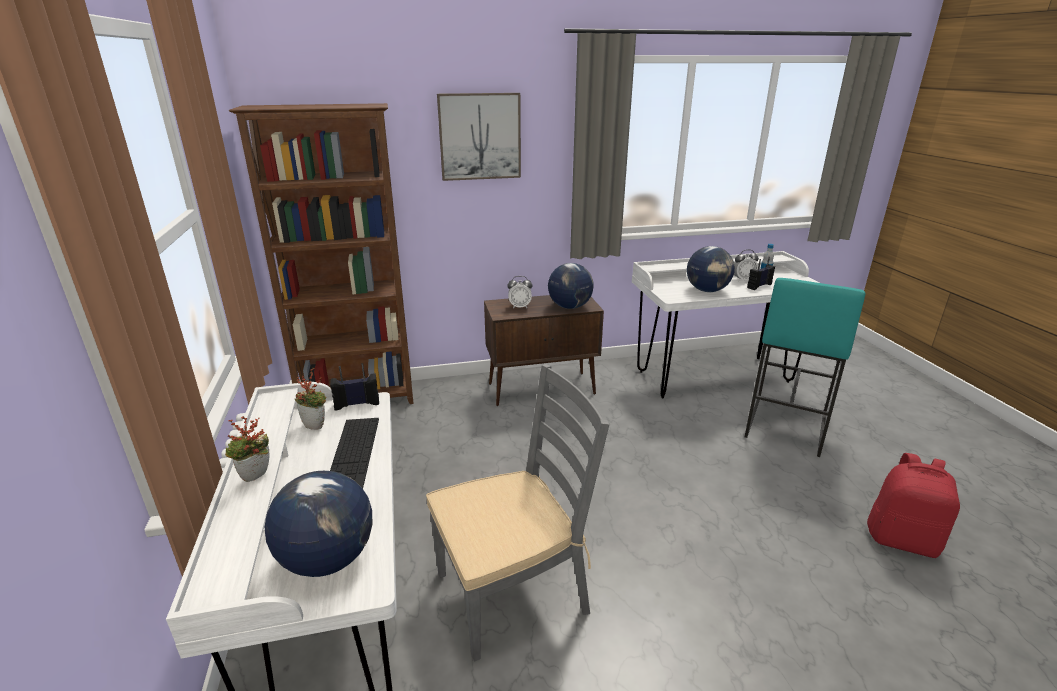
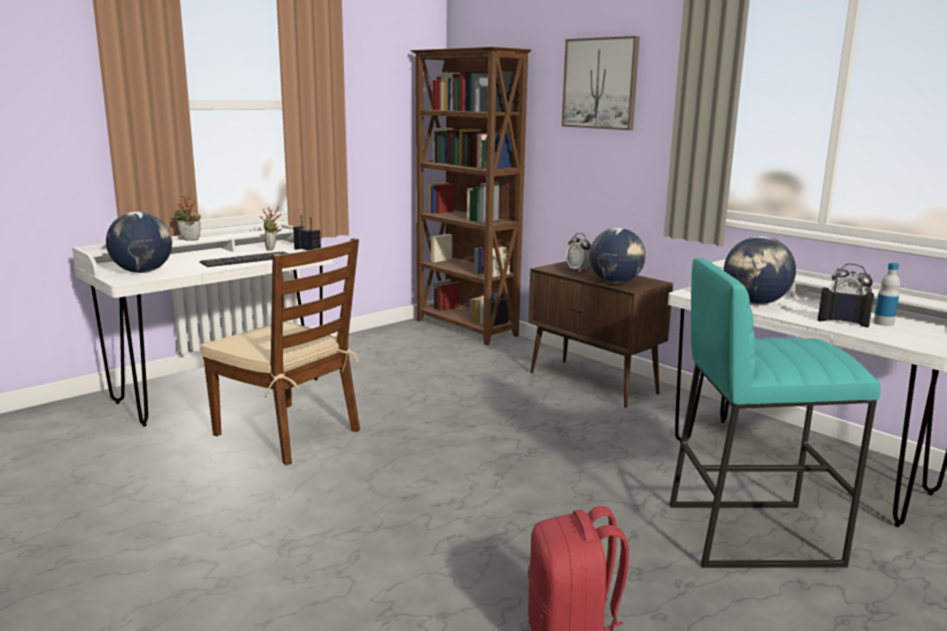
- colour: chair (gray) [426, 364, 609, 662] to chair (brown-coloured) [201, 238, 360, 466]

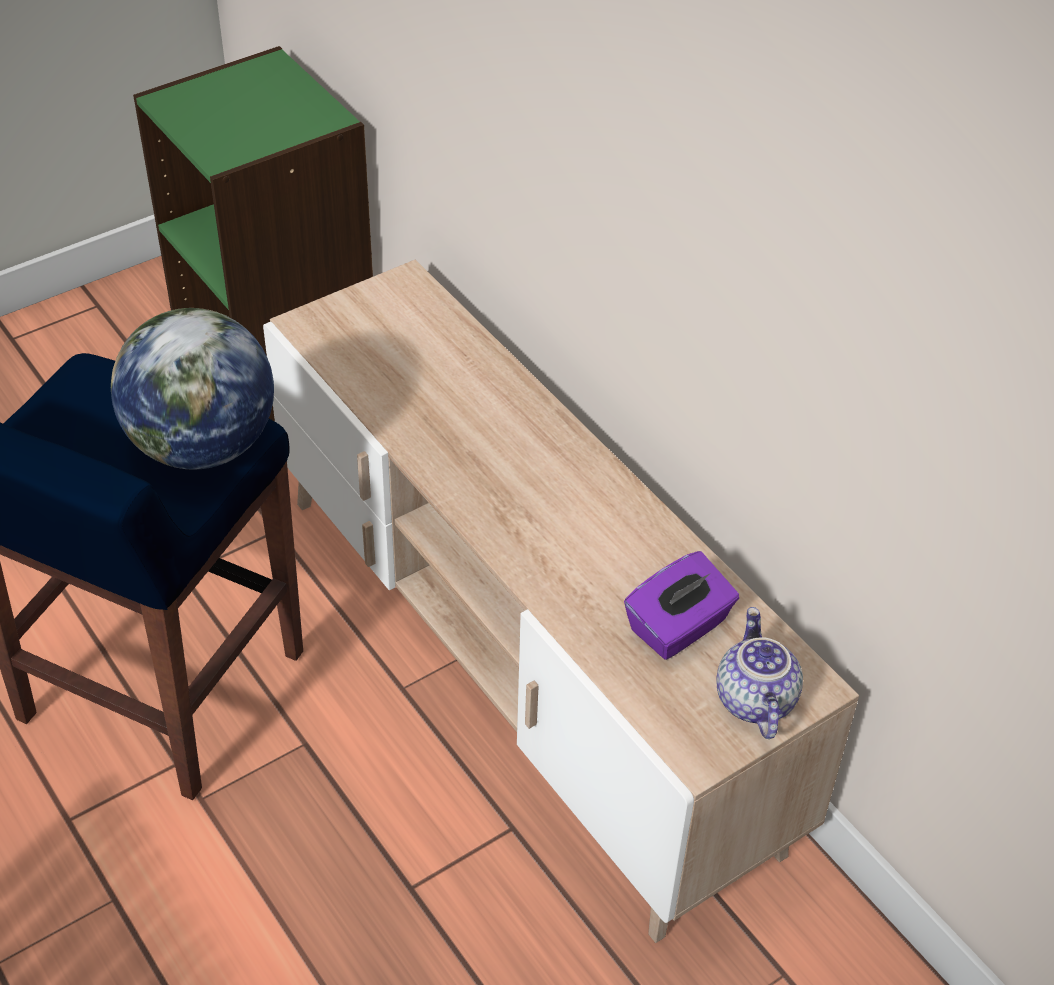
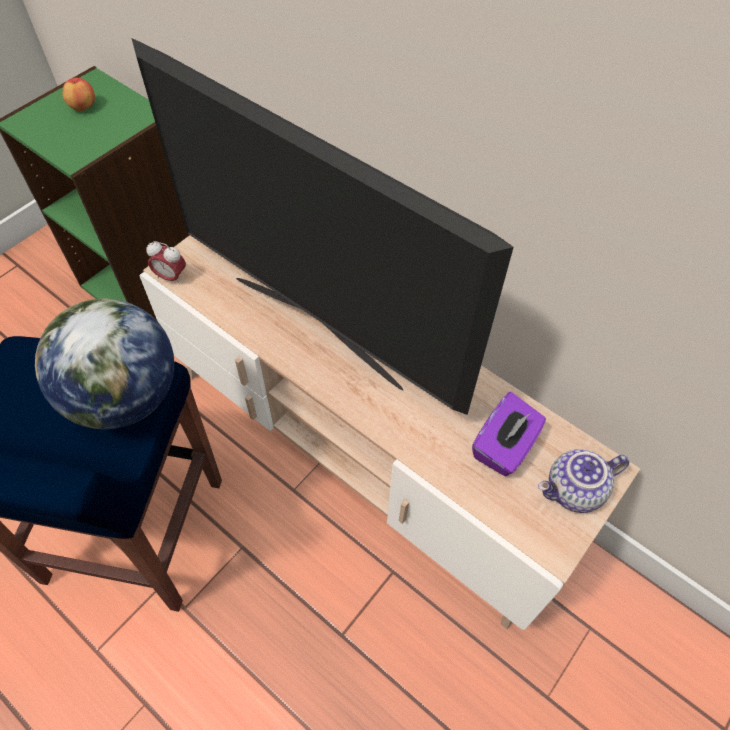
- appeared: apple [63, 78, 95, 111]
- appeared: television [132, 38, 514, 415]
- appeared: table clock [146, 241, 186, 285]
- spun: tea pot [716, 607, 803, 739] = [538, 449, 629, 513] 90 degrees counterclockwise

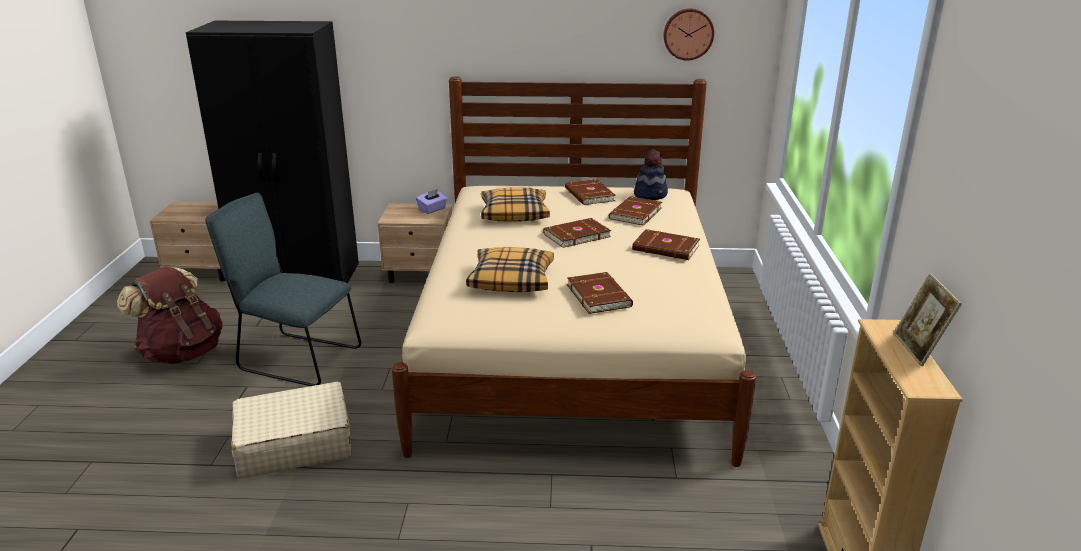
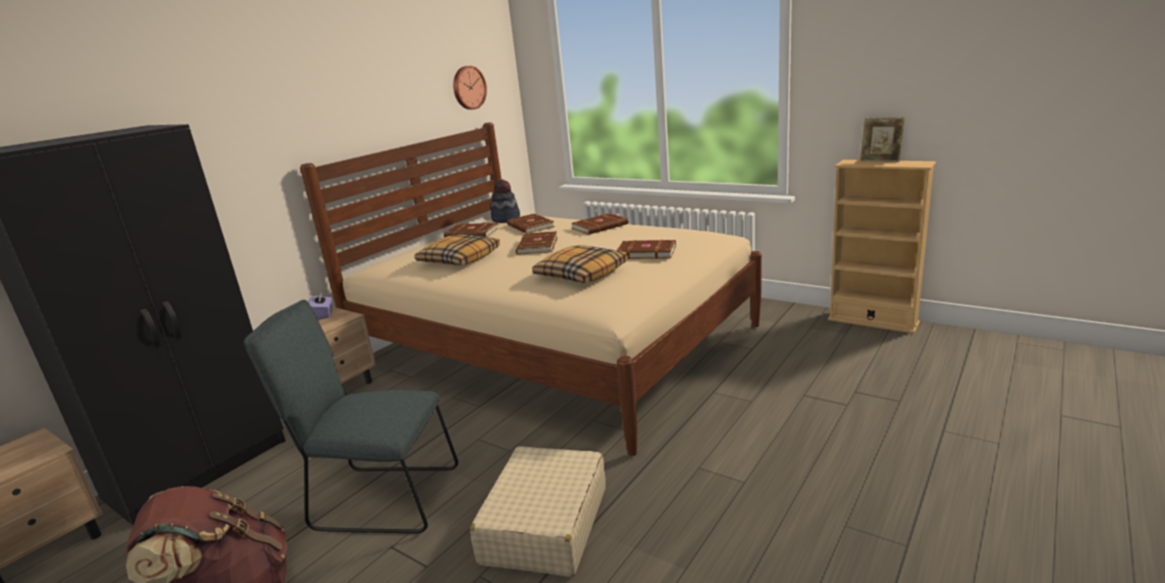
- spun: chair (gray) [205, 193, 361, 386] = [244, 300, 458, 533] 45 degrees clockwise

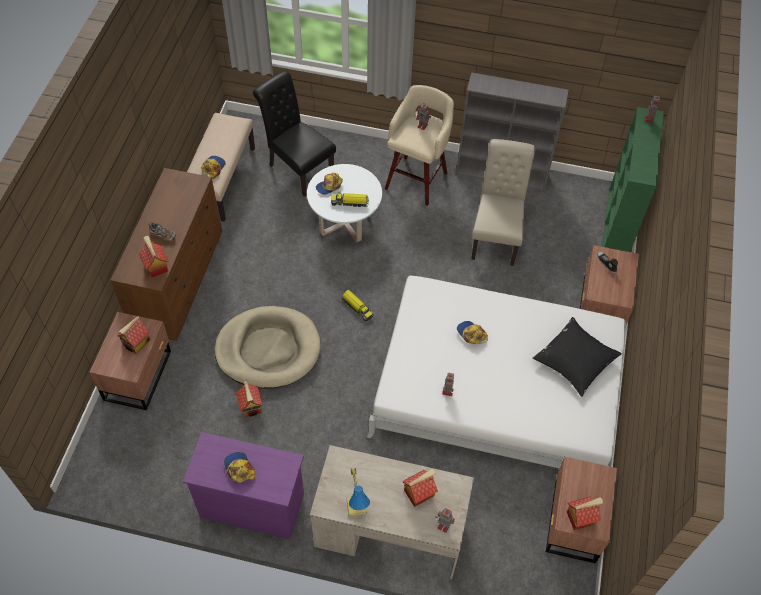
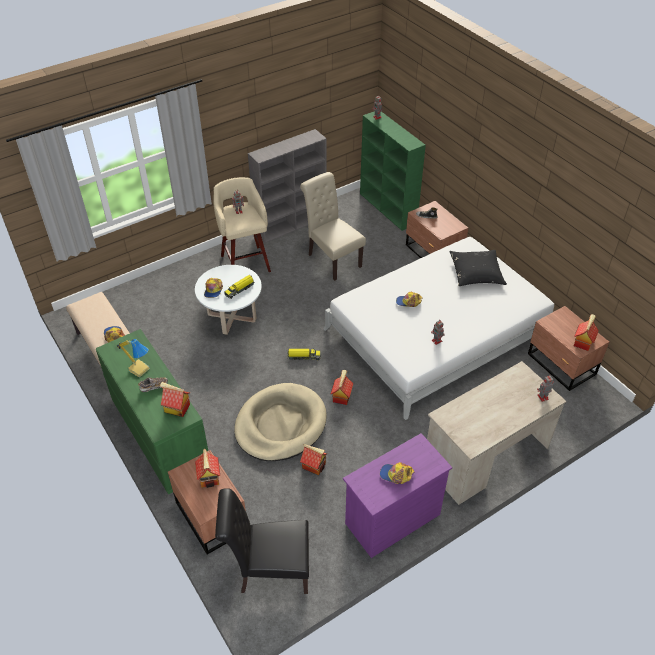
- colour: drawer chest (brown-coloured) [111, 168, 222, 341] to drawer chest (green-coloured) [96, 329, 208, 495]
- relocated: tabletop lamp [346, 468, 370, 517] to [117, 339, 150, 378]
- relocated: chair (black-coloured) [253, 71, 336, 197] to [215, 488, 309, 594]
- relocated: toy house [402, 468, 438, 507] to [331, 370, 353, 405]

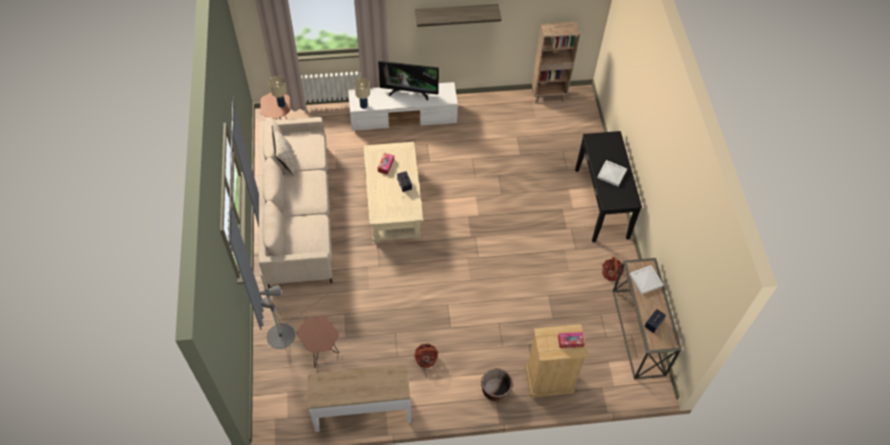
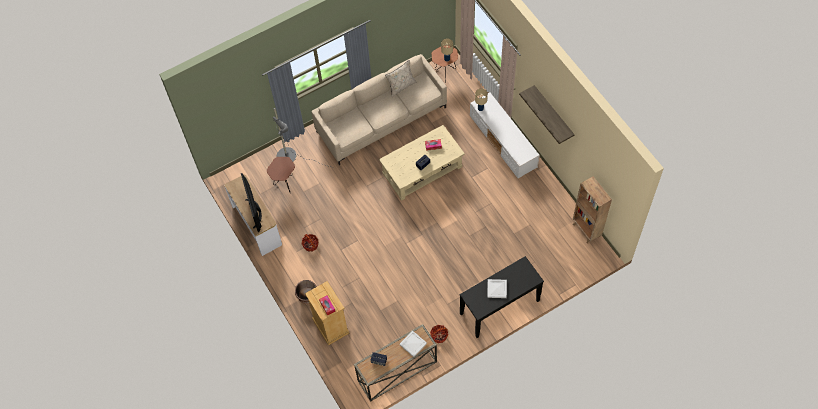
- relocated: television [378, 61, 439, 100] to [241, 173, 262, 232]

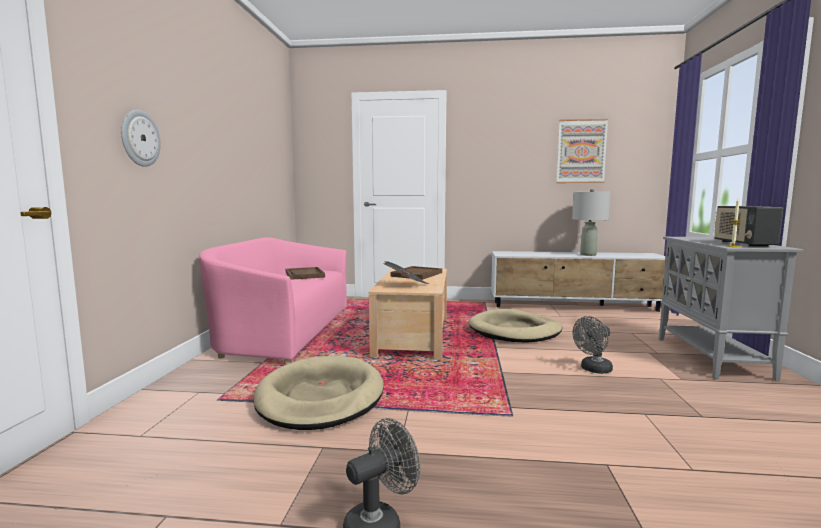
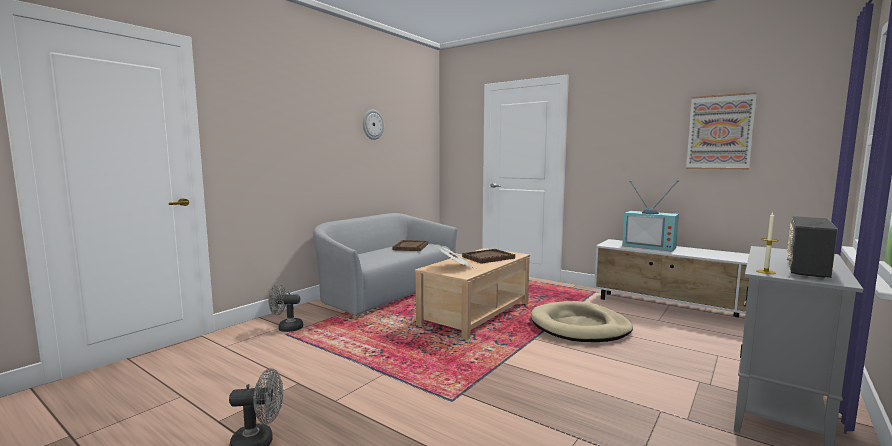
- relocated: cooling fan (gray) [572, 316, 613, 374] to [269, 284, 303, 332]
- colour: couch (pinkish) [199, 237, 347, 364] to couch (gray) [313, 213, 457, 318]
- relocated: hanging clock [121, 110, 161, 167] to [363, 110, 384, 140]
- appeared: television [622, 180, 679, 252]
- missing: pet bed (beige-coloured) [254, 356, 384, 430]
- missing: tabletop lamp (gray) [572, 189, 611, 256]

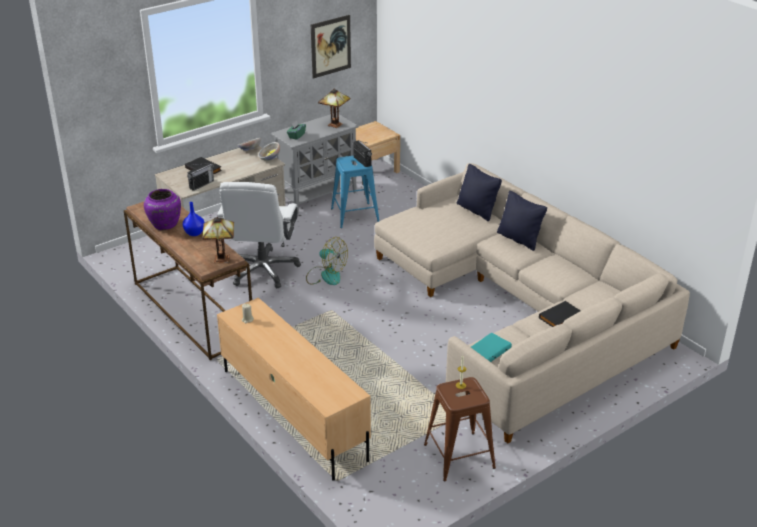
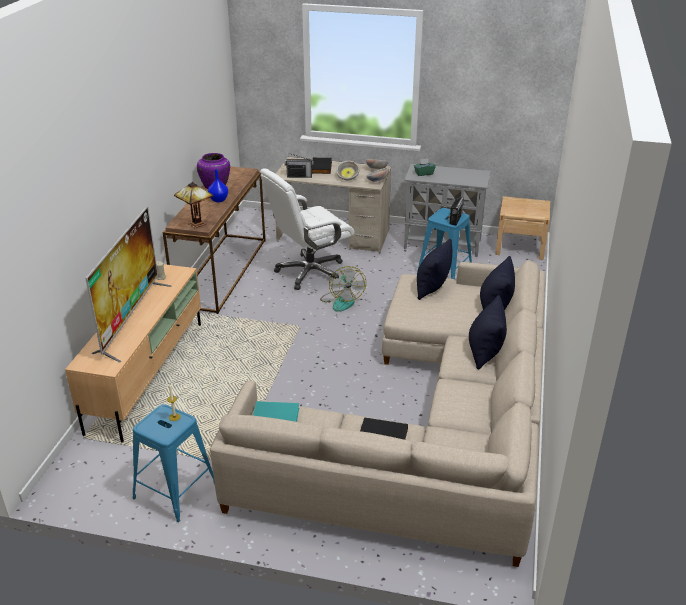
- appeared: television [85, 206, 172, 363]
- colour: stool (brown-coloured) [424, 377, 496, 482] to stool (bluish) [133, 404, 215, 522]
- appeared: deep dish [336, 161, 359, 180]
- appeared: throw pillow (black-coloured) [417, 239, 452, 300]
- missing: picture [311, 15, 351, 79]
- missing: tabletop lamp [318, 89, 351, 128]

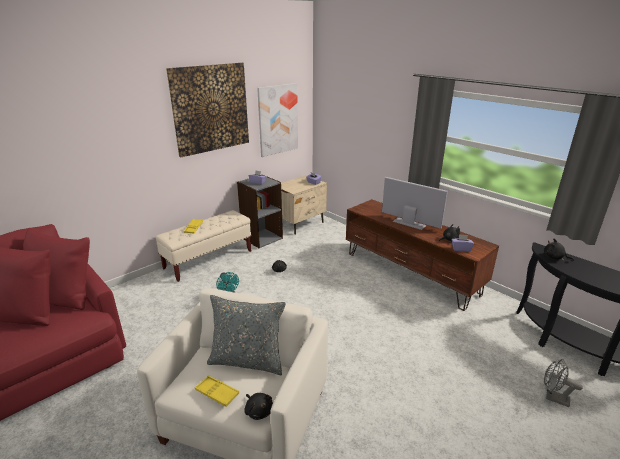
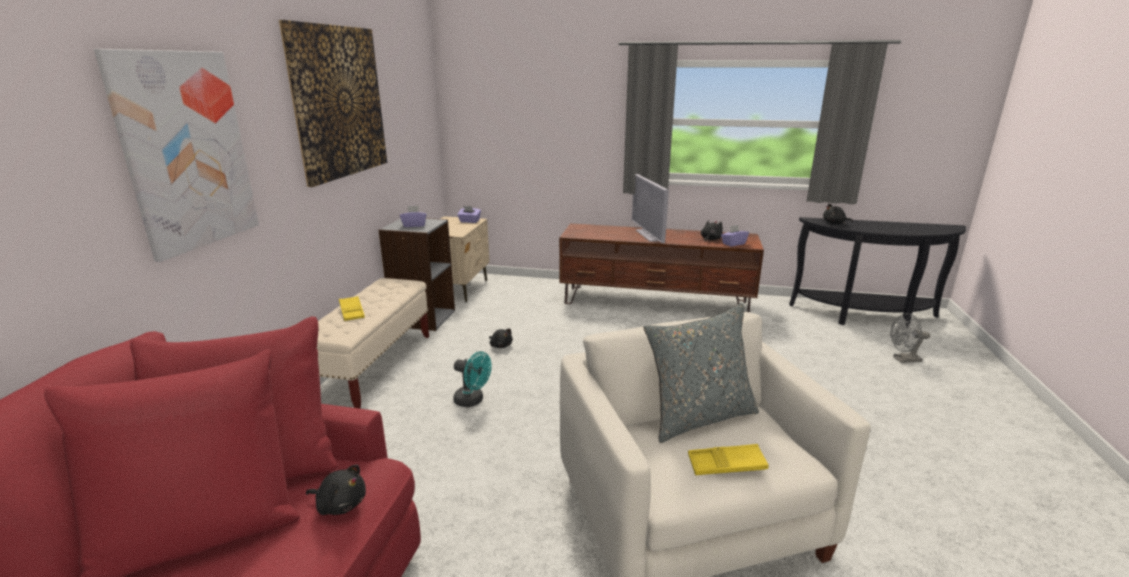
- relocated: picture [257, 83, 298, 157] to [94, 49, 259, 262]
- relocated: soft toy (black-coloured) [244, 393, 273, 420] to [306, 465, 366, 515]
- spun: television [382, 177, 448, 230] = [632, 174, 669, 243] 105 degrees counterclockwise

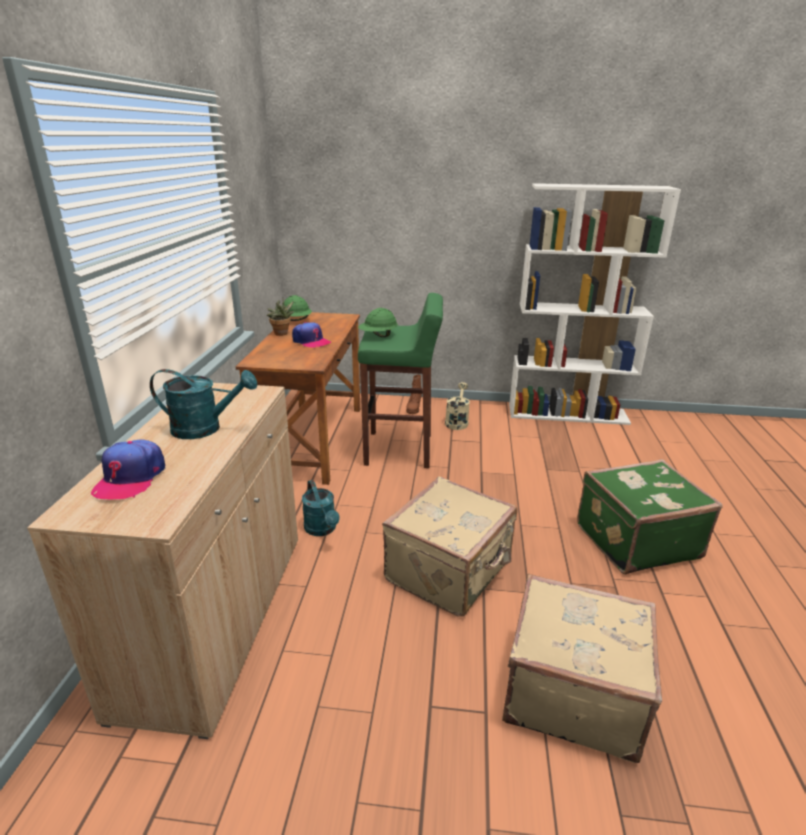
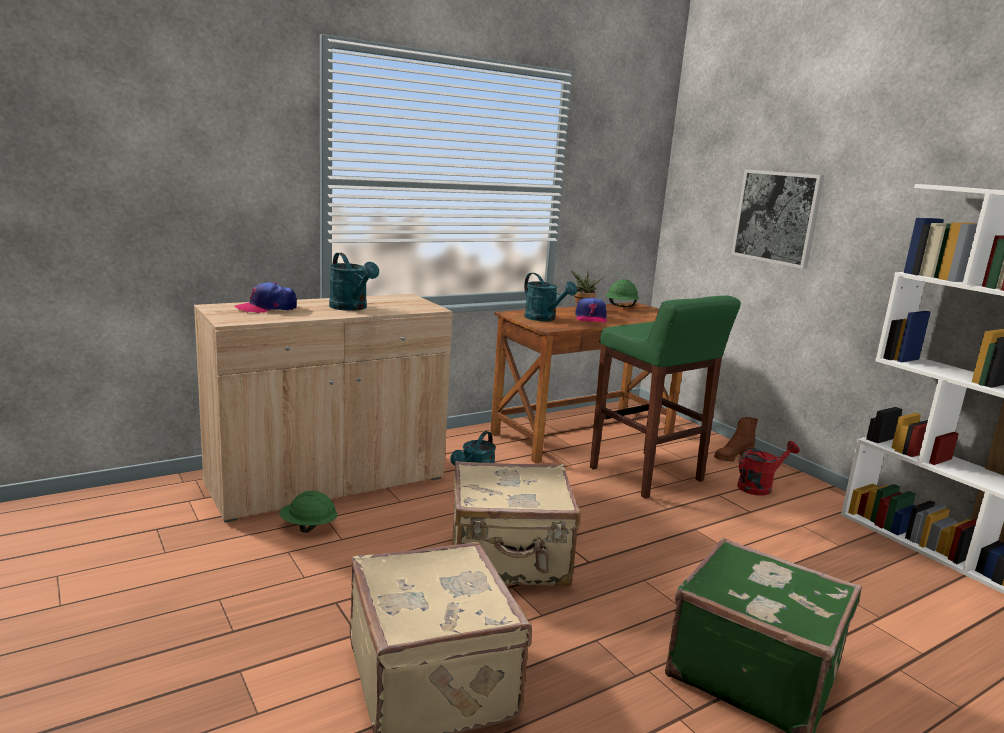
- relocated: work helmet (green-coloured) [358, 308, 398, 337] to [279, 491, 337, 533]
- appeared: watering can (blue-green) [524, 273, 577, 321]
- appeared: picture [731, 169, 825, 269]
- colour: watering can (beige-coloured) [445, 382, 470, 430] to watering can (red-coloured) [737, 441, 799, 496]

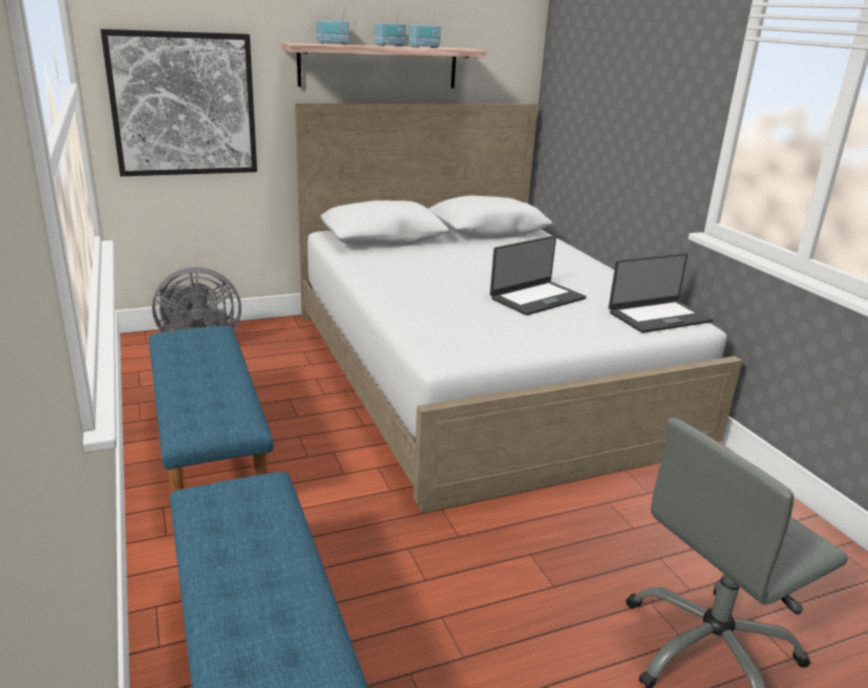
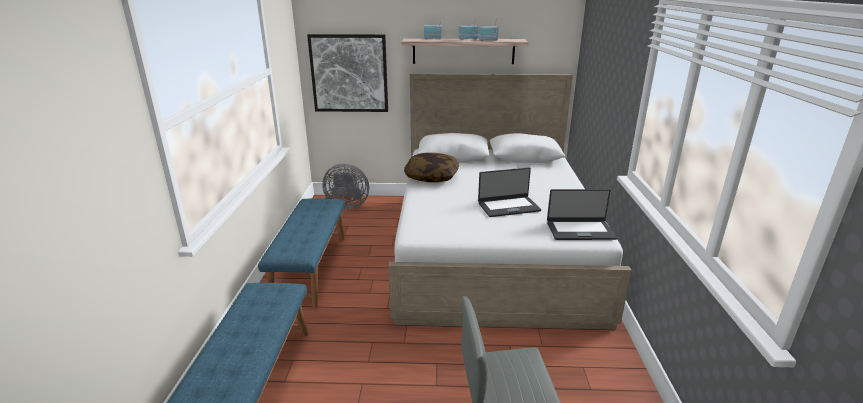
- appeared: throw pillow [404, 153, 459, 182]

